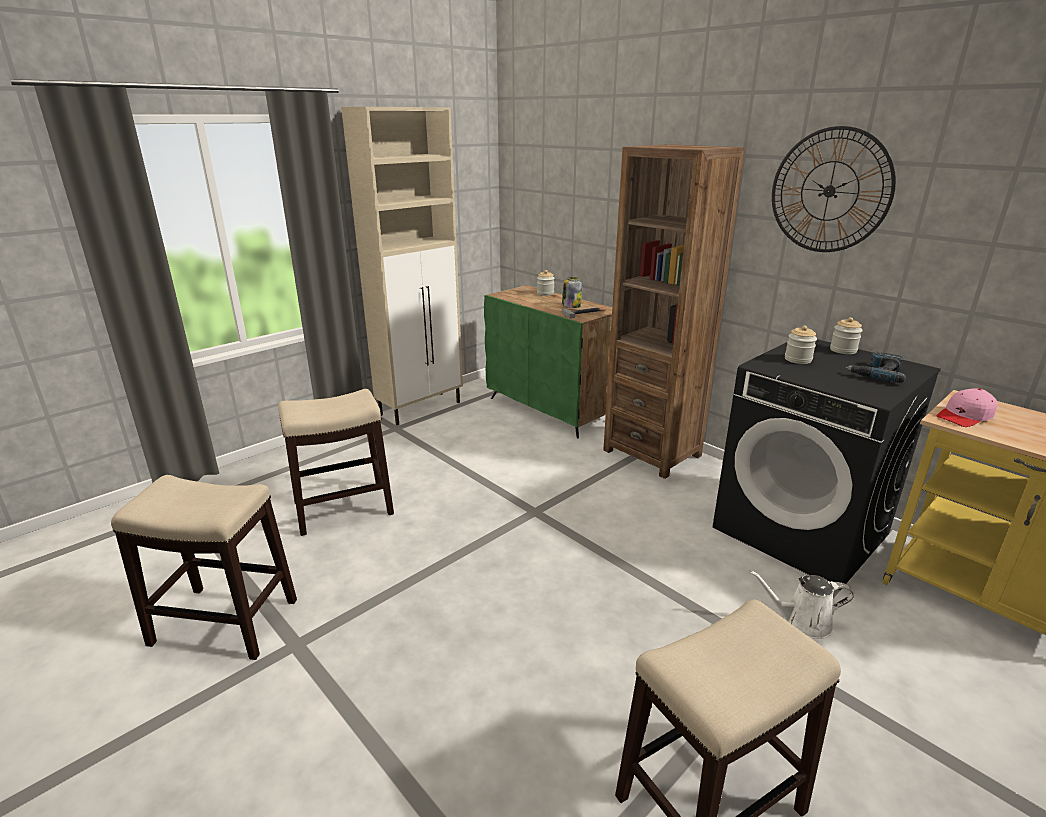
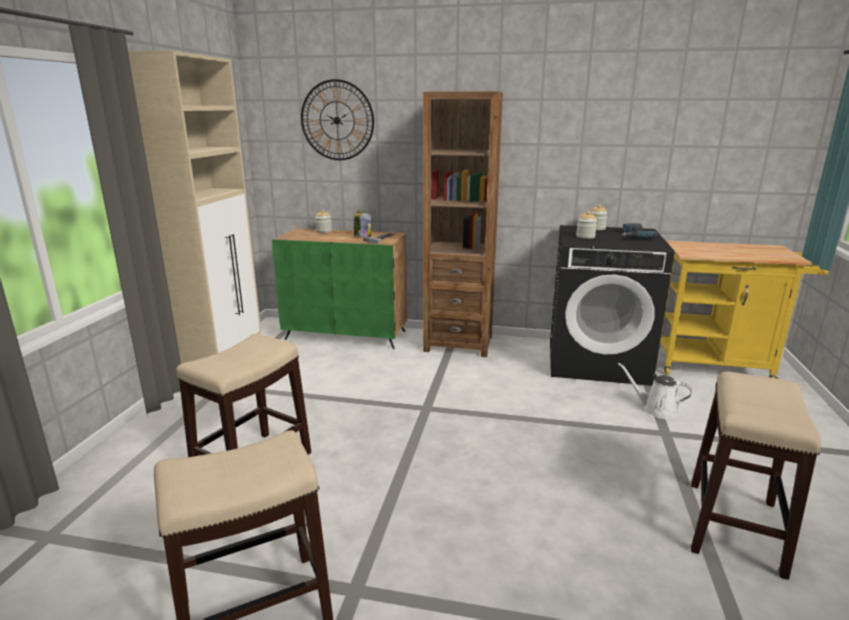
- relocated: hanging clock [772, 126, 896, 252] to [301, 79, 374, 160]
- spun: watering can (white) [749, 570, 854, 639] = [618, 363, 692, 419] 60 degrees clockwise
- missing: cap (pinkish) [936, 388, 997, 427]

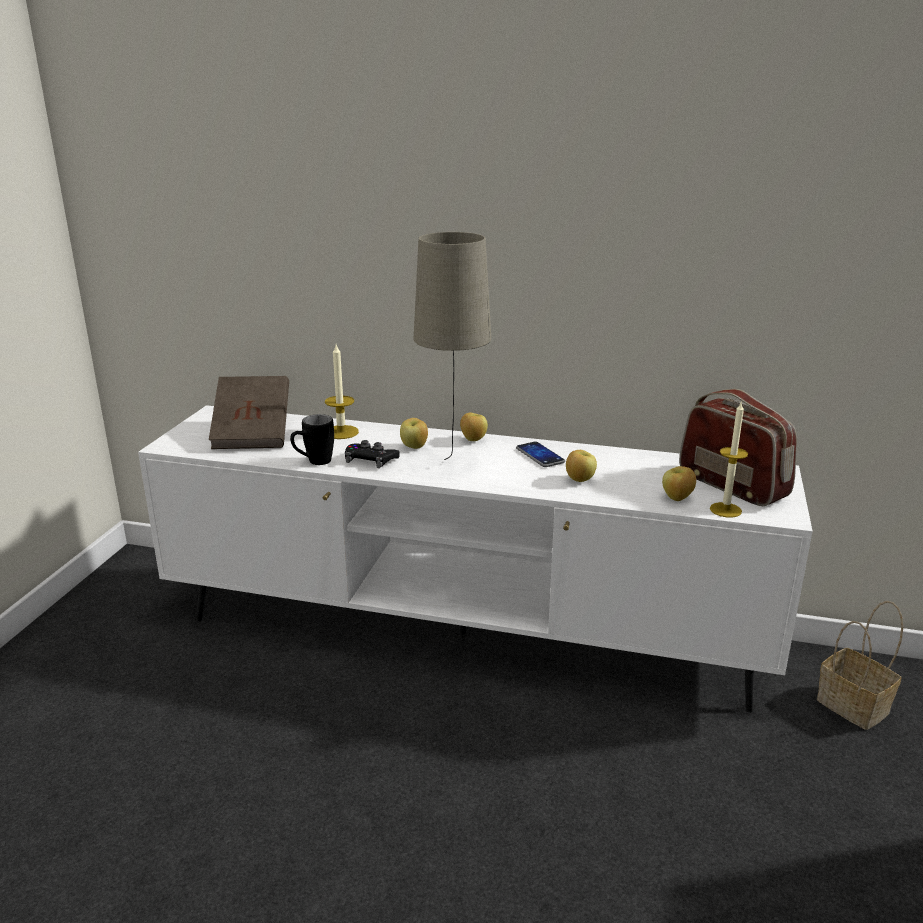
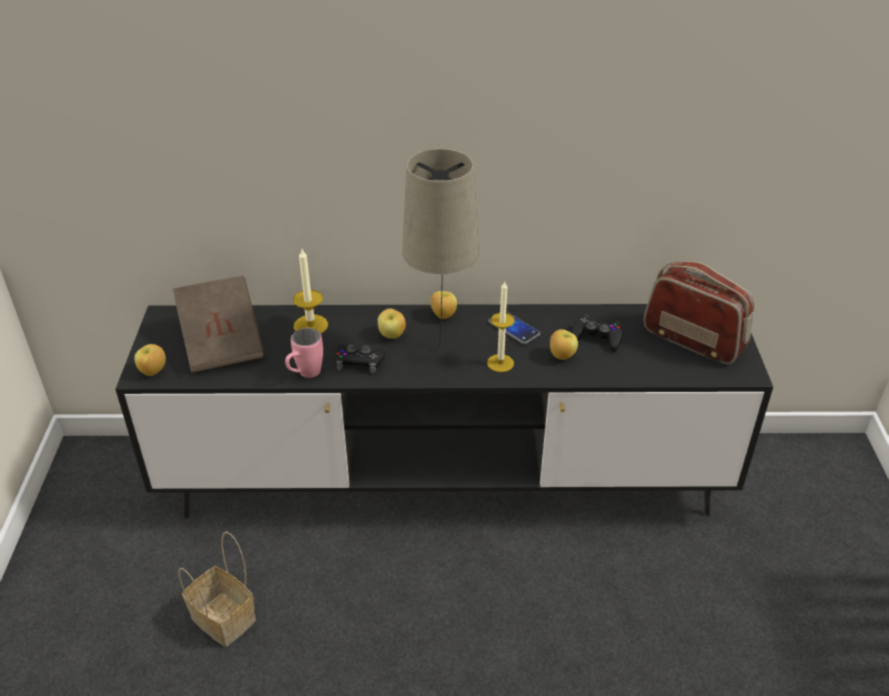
- colour: tv stand (white) [138, 405, 813, 713] to tv stand (black-coloured) [115, 304, 773, 518]
- relocated: apple [662, 466, 696, 501] to [134, 344, 166, 376]
- relocated: storage basket [817, 601, 903, 730] to [178, 531, 256, 647]
- colour: coffee mug (black-coloured) [290, 414, 334, 465] to coffee mug (pinkish) [285, 328, 323, 378]
- relocated: candle [710, 401, 748, 518] to [487, 281, 515, 372]
- appeared: gamepad (black-coloured) [571, 315, 622, 352]

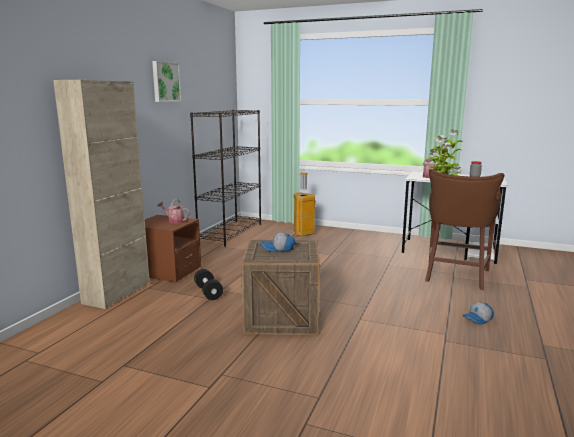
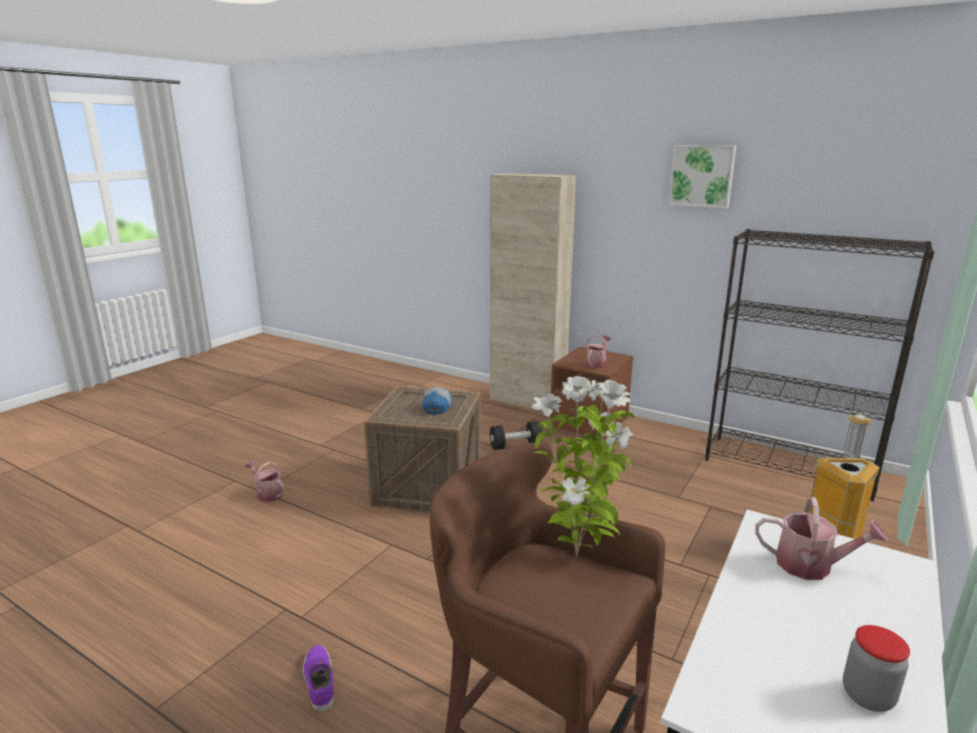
- appeared: watering can [245, 461, 285, 502]
- exchanged: cap [463, 302, 494, 325] to shoe (purplish) [303, 645, 334, 712]

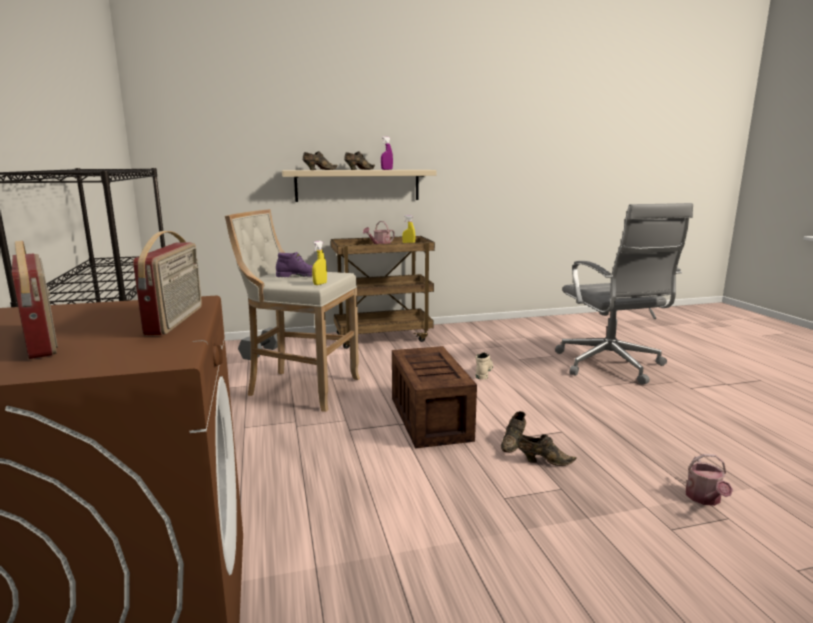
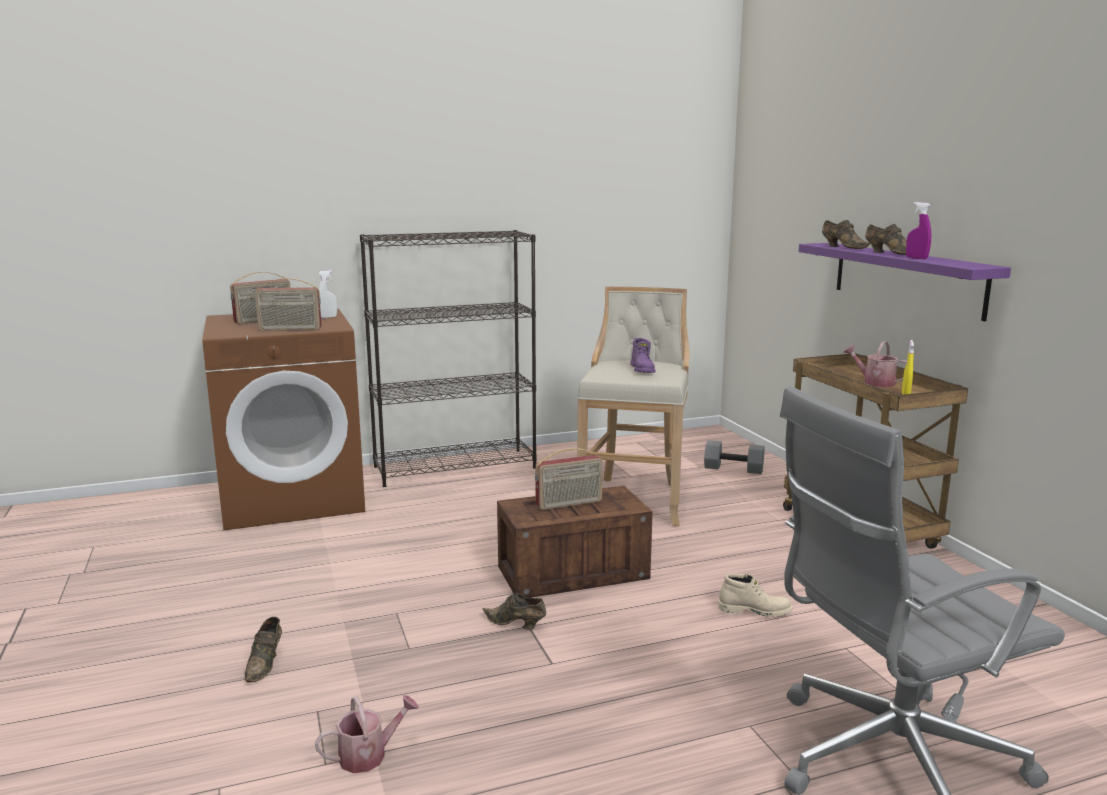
- relocated: shoe (brown-coloured) [518, 434, 577, 466] to [245, 617, 282, 682]
- spun: watering can [686, 454, 733, 506] = [315, 695, 419, 773] 150 degrees clockwise
- appeared: hand sprayer (white) [318, 270, 337, 319]
- appeared: radio set [535, 448, 603, 510]
- colour: wall shelf (beige-coloured) [282, 170, 437, 202] to wall shelf (purplish) [799, 243, 1011, 321]
- missing: hand sprayer (yellow) [312, 241, 327, 285]

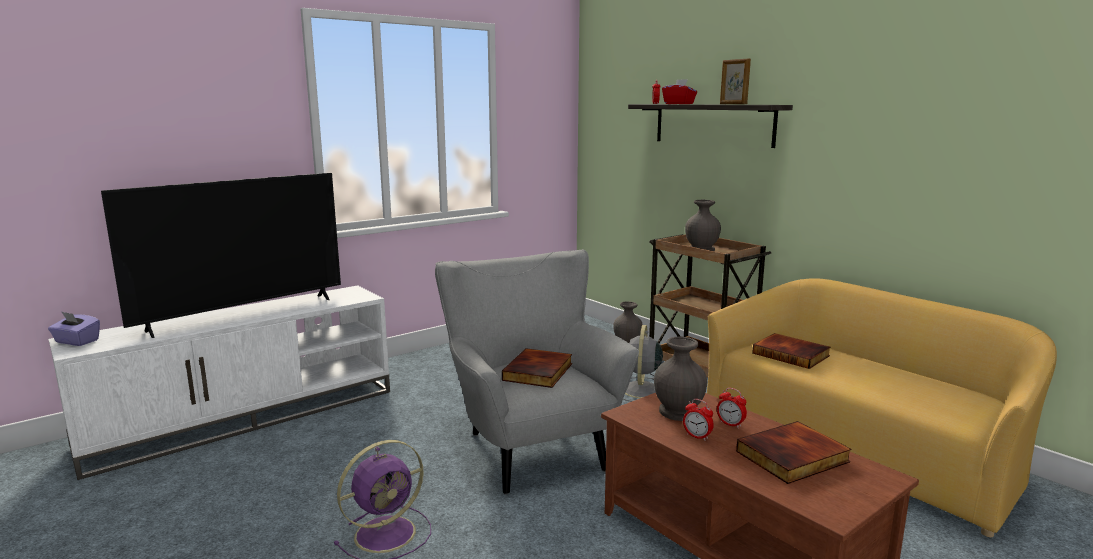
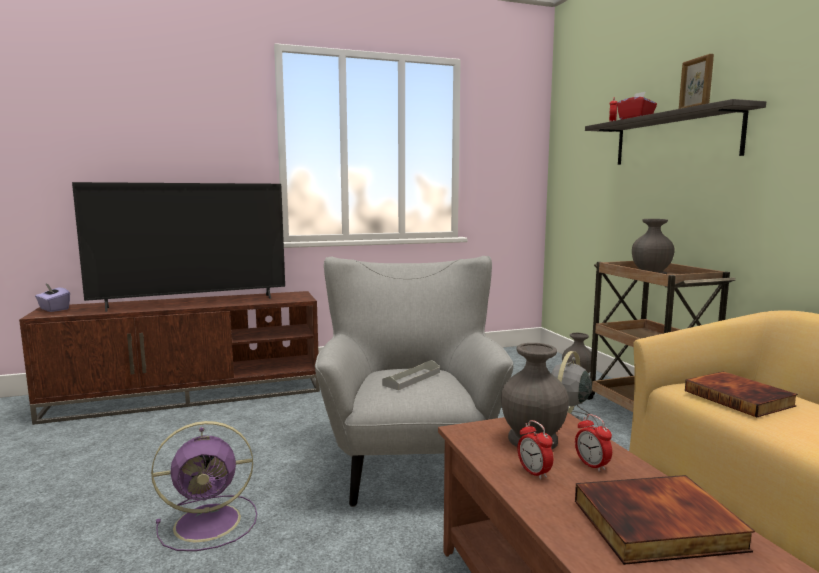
- colour: tv stand (white) [48, 286, 390, 480] to tv stand (brown-coloured) [19, 291, 320, 425]
- exchanged: bound book [502, 349, 572, 388] to tray (gray) [382, 360, 440, 390]

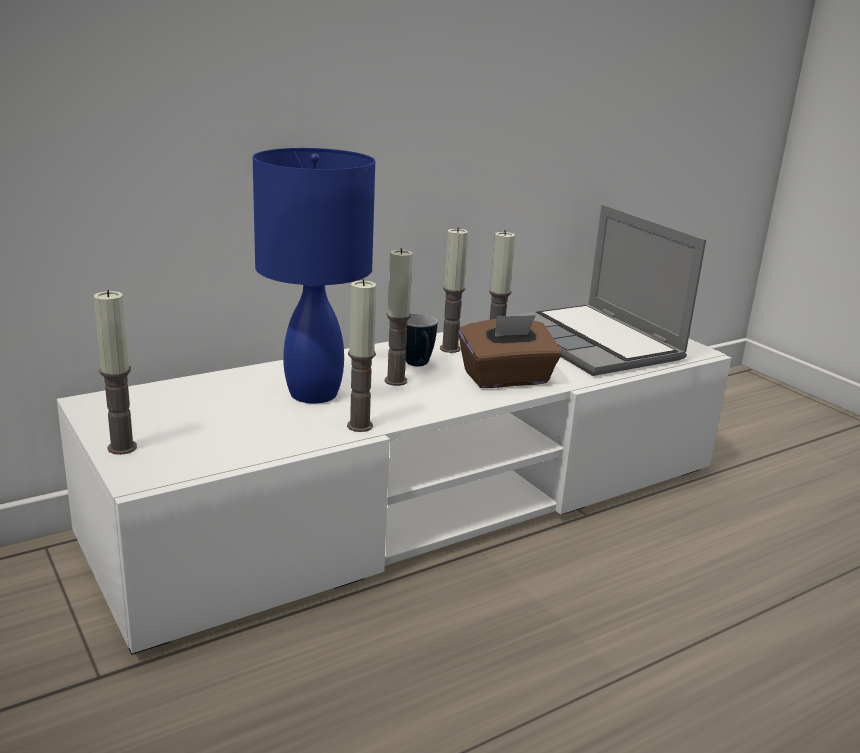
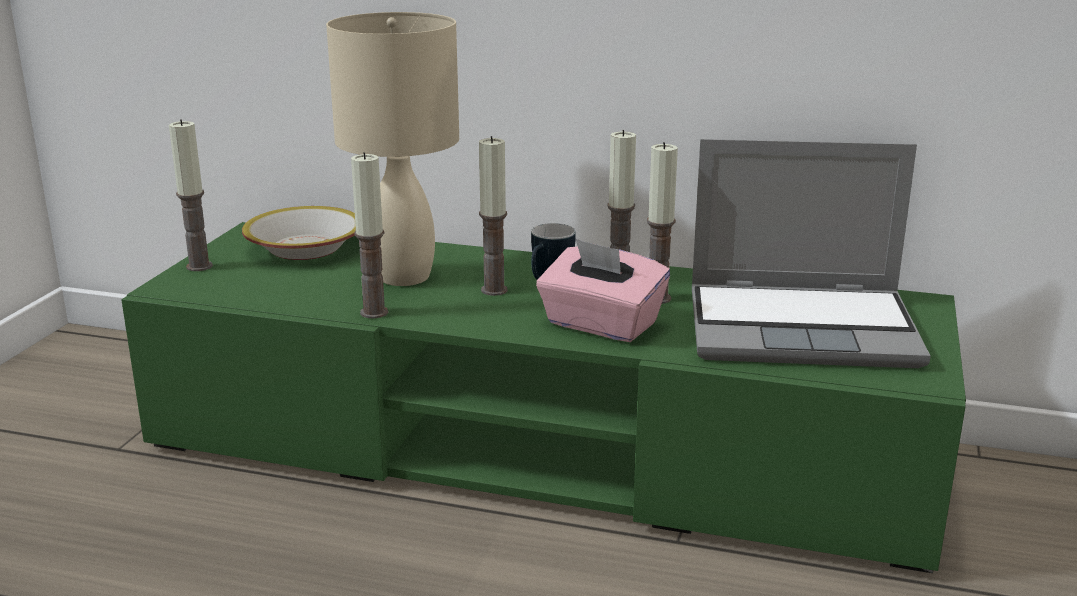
- colour: tv stand (white) [57, 332, 731, 655] to tv stand (green-coloured) [121, 222, 966, 573]
- appeared: deep dish [242, 206, 356, 260]
- colour: tabletop lamp (bluish) [253, 148, 375, 404] to tabletop lamp (beige-coloured) [326, 12, 459, 286]
- colour: tissue holder (brown-coloured) [458, 315, 562, 388] to tissue holder (pinkish) [536, 238, 670, 342]
- spun: notebook computer [507, 205, 706, 376] = [692, 139, 931, 368] 105 degrees counterclockwise

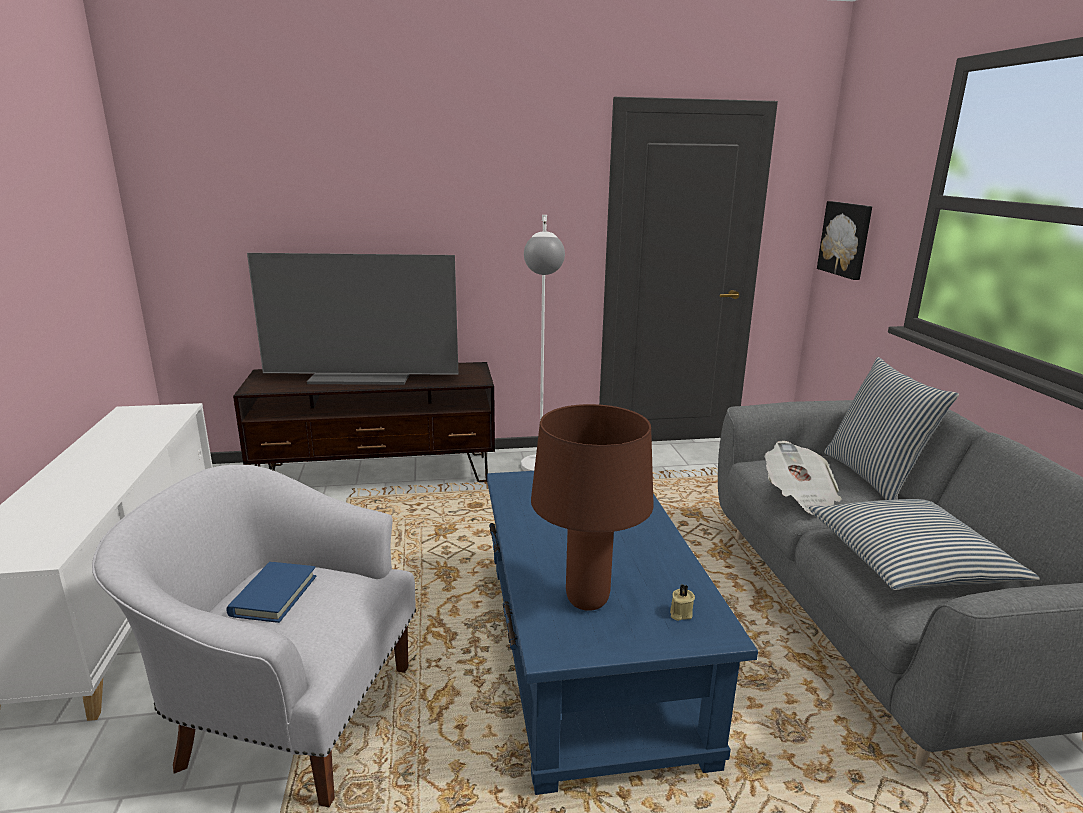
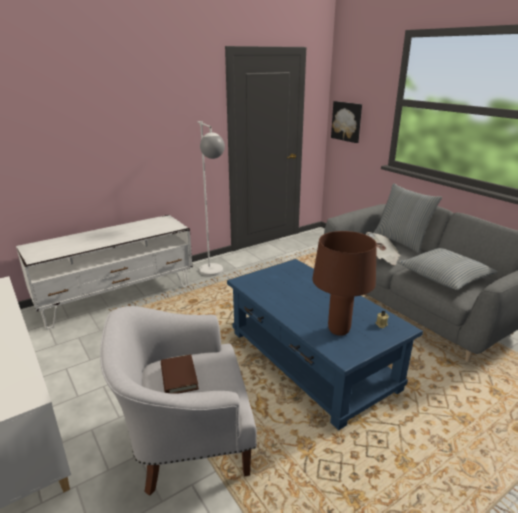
- colour: tv stand (brown-coloured) [233, 362, 495, 482] to tv stand (white) [16, 215, 193, 329]
- colour: bound book (bluish) [226, 562, 316, 623] to bound book (brown-coloured) [161, 354, 199, 394]
- missing: television [247, 253, 458, 385]

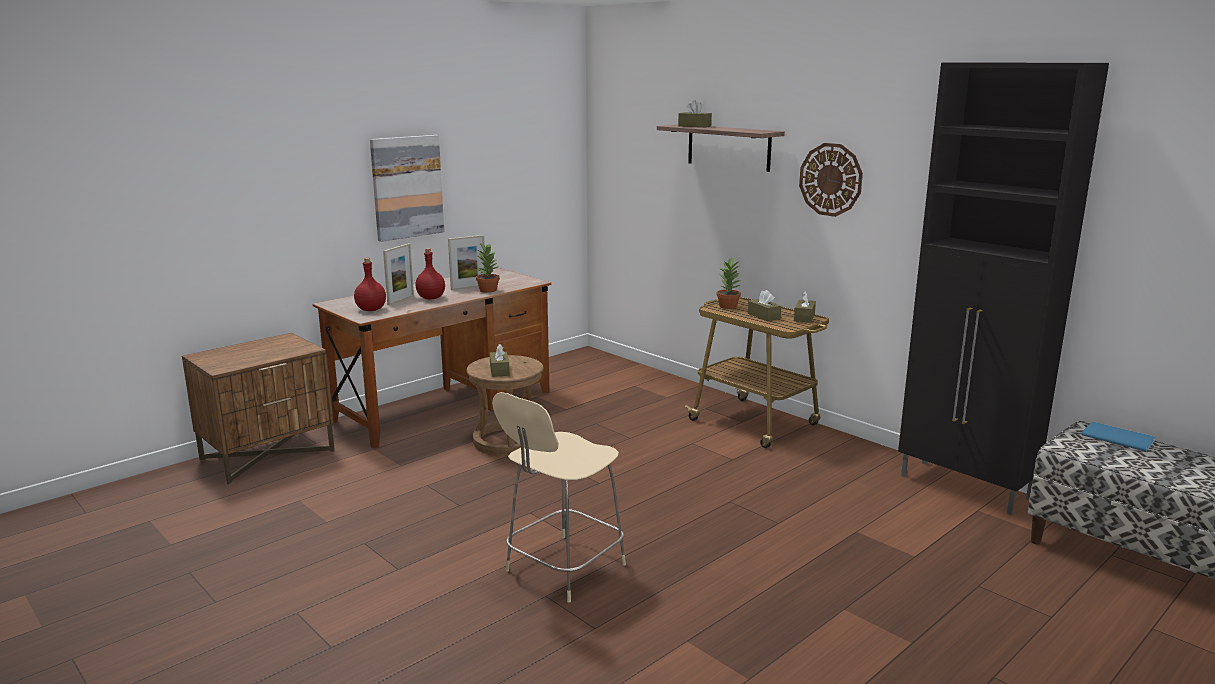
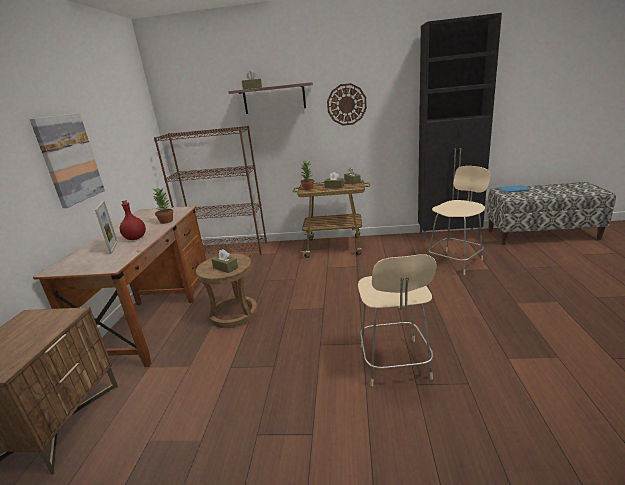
- appeared: bookcase (brown-coloured) [154, 126, 267, 255]
- appeared: chair (beige-coloured) [429, 166, 490, 275]
- missing: bottle (red-coloured) [354, 258, 386, 311]
- missing: picture frame [448, 235, 486, 290]

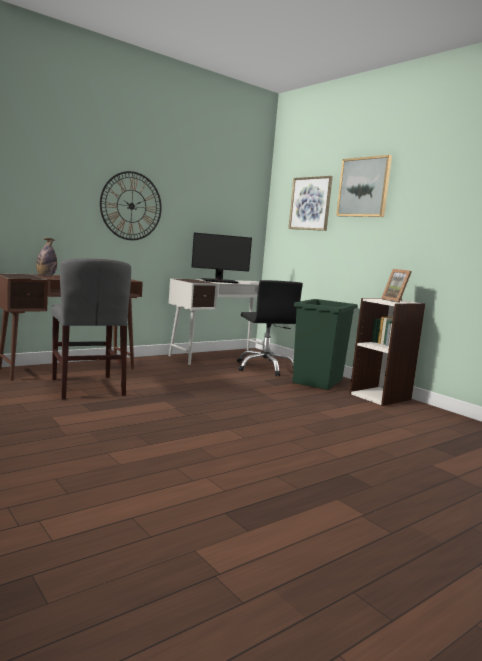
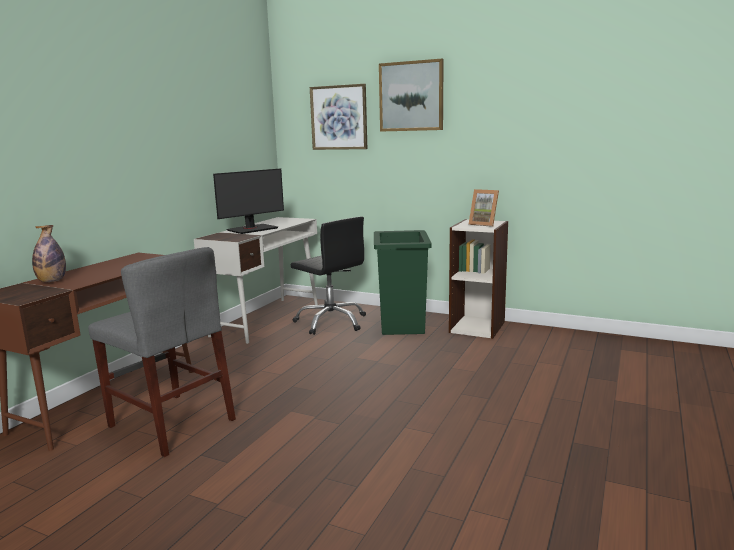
- missing: hanging clock [100, 171, 162, 240]

